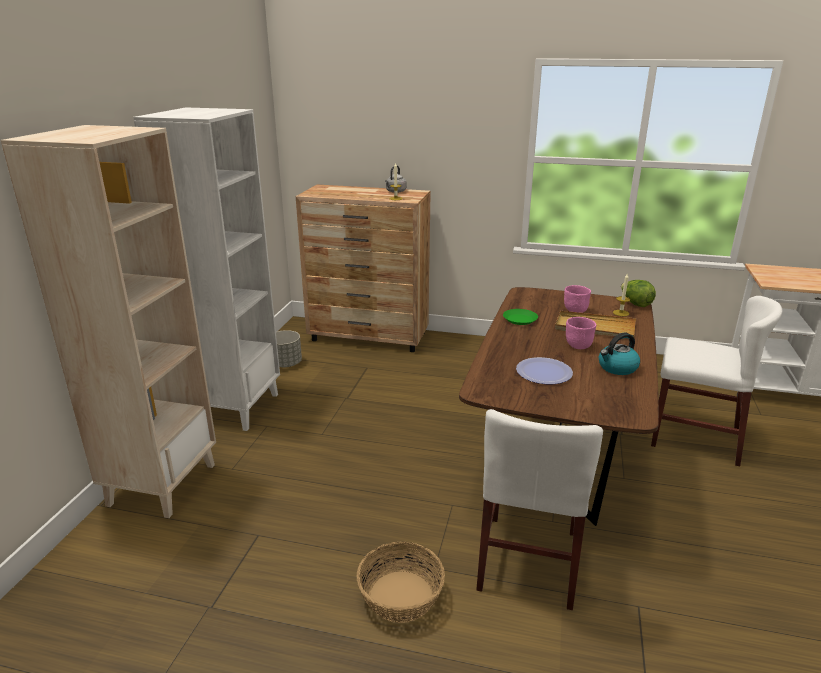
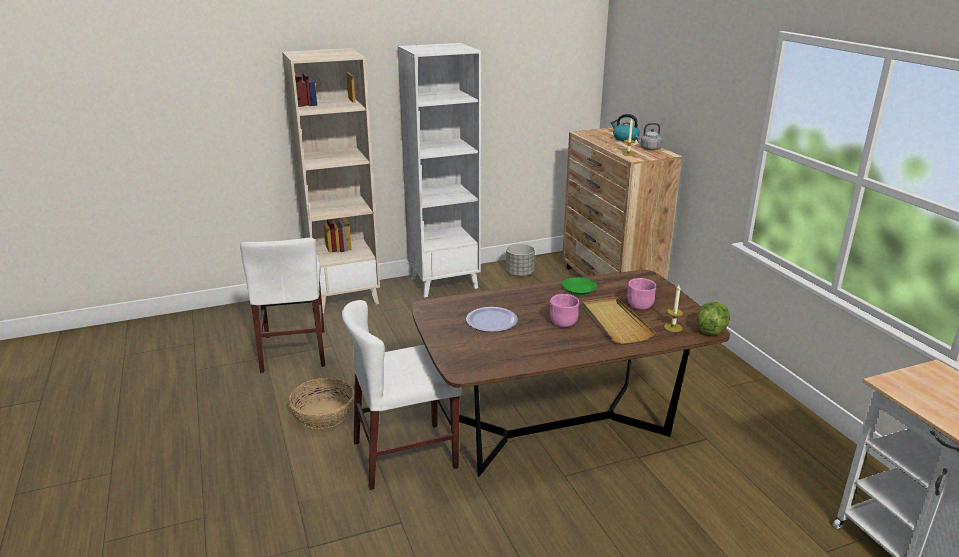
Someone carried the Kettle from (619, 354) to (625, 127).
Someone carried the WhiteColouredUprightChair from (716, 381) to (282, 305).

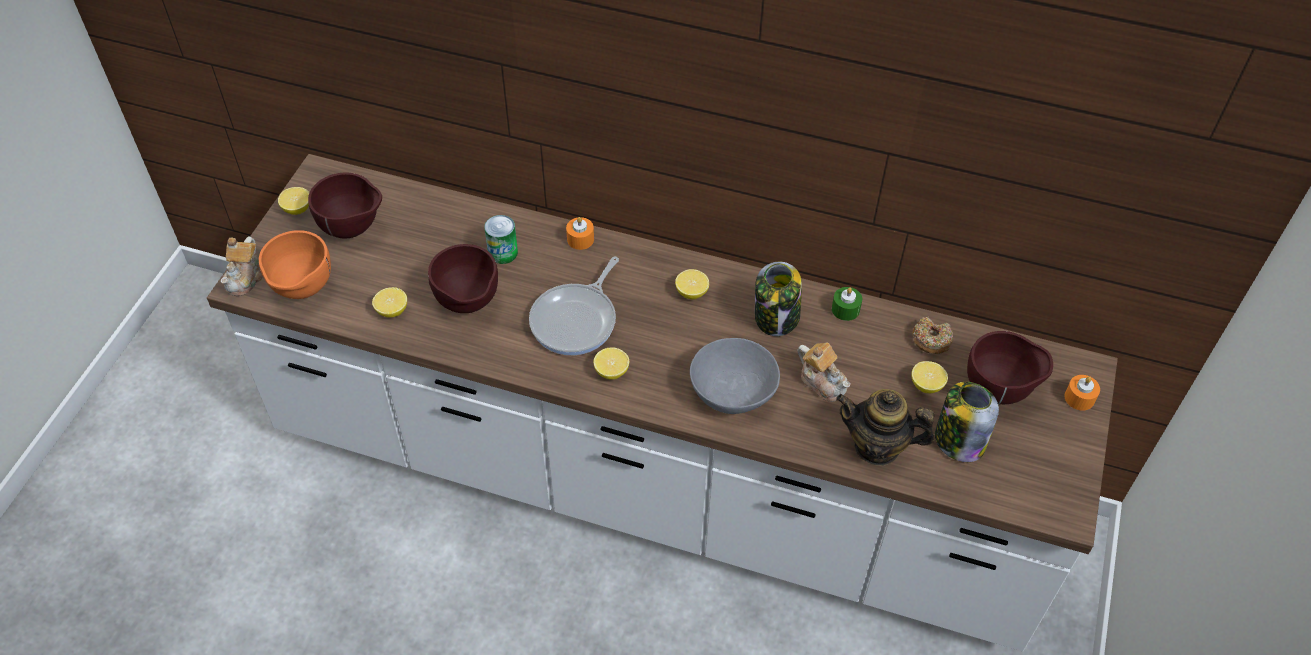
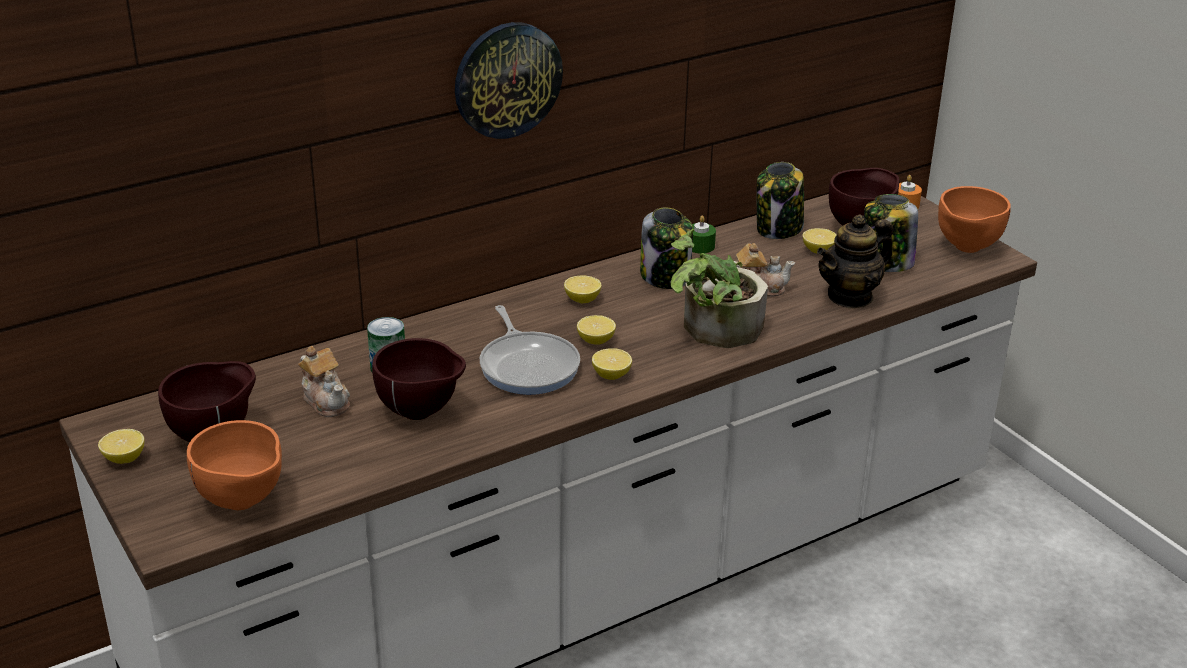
Someone took away the OrangeColouredWaxCandle at (580, 233).
Someone put up the ClockOnTheWall at (509, 80).
Someone put down the OrangeColouredBowl at (974, 219).
Someone carried the TeaPot from (242, 266) to (324, 381).
Someone carried the WholeLemon from (389, 302) to (596, 330).
Someone swapped the GreyishBowl at (735, 376) for the PlantInAPot at (719, 288).
Someone swapped the RingDoughnut at (932, 335) for the PreserveJar at (780, 200).

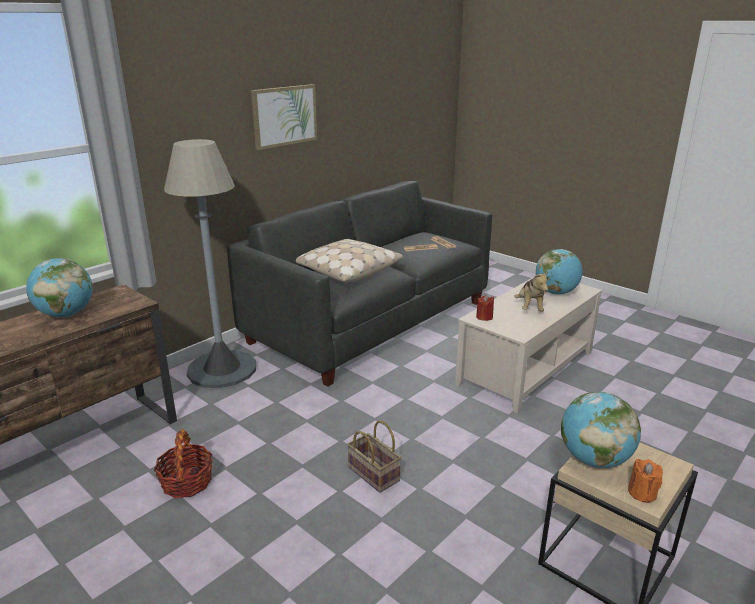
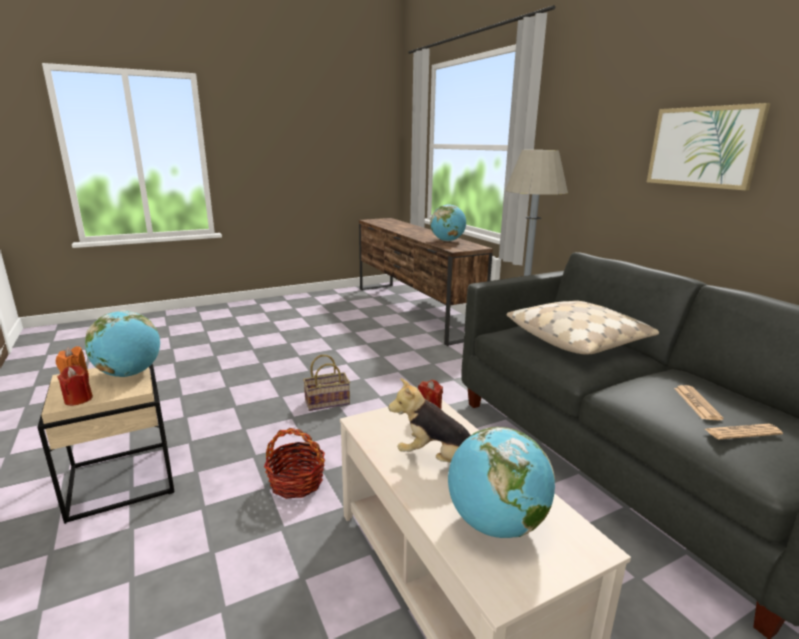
Someone put down the ReddishWaxCandle at (75, 385).
Someone carried the HouseholdBasket from (183, 463) to (294, 463).

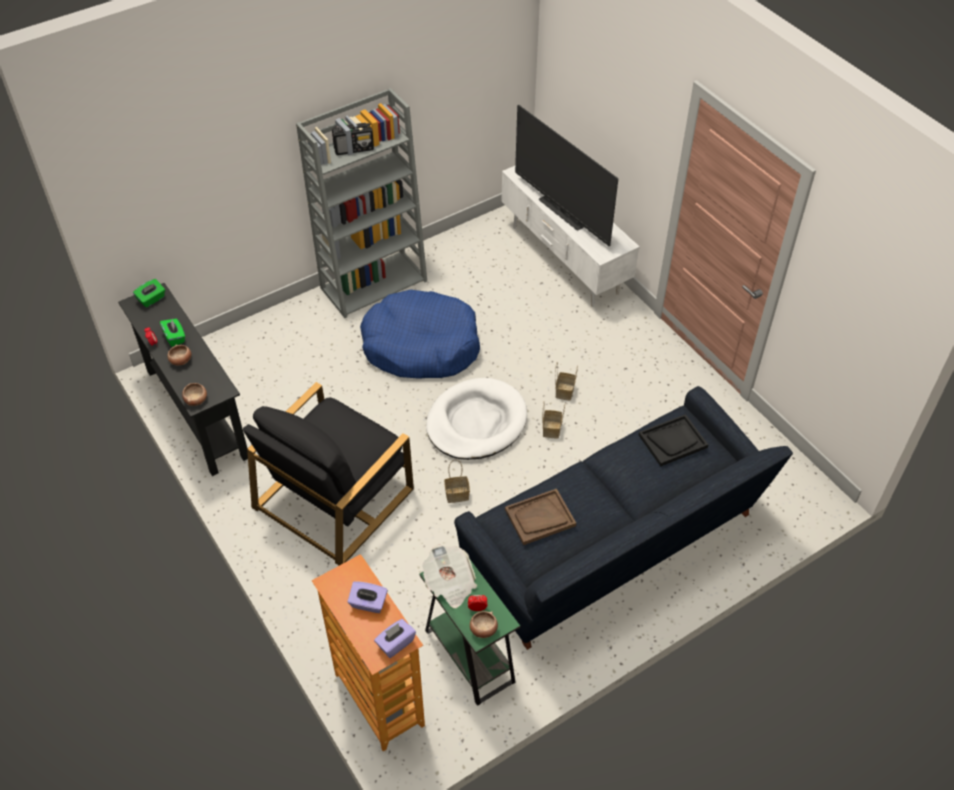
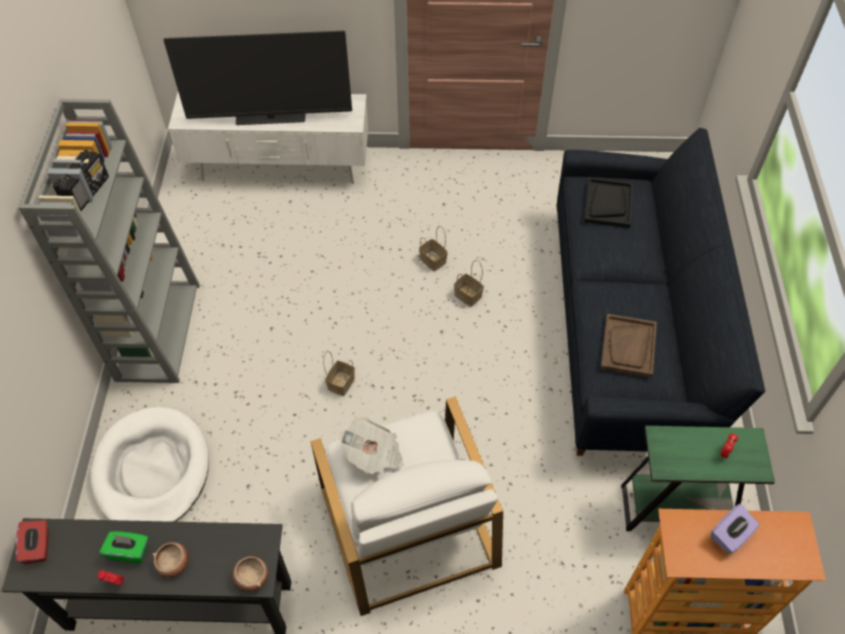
Someone took away the BluishDogBed at (420, 334).
Someone took away the PurplishTissueBox at (395, 638).
Someone took away the Bowl at (484, 624).
Someone carried the PrintedPaper from (449, 576) to (372, 446).
Someone carried the WhiteColouredDogBed from (476, 419) to (149, 464).
Someone carried the HouseholdBasket from (457, 481) to (339, 373).
Someone repainted the GreenTissueBox at (149, 293), which became the ReddishTissueBox at (32, 542).
Someone repainted the BlackishLoungeChair at (328, 473), which became the WhiteColouredLoungeChair at (407, 506).

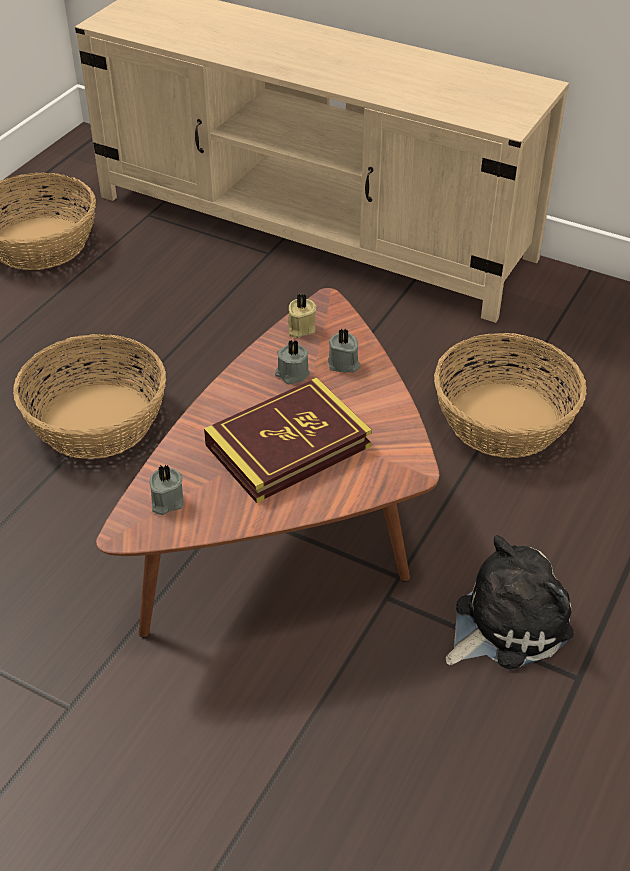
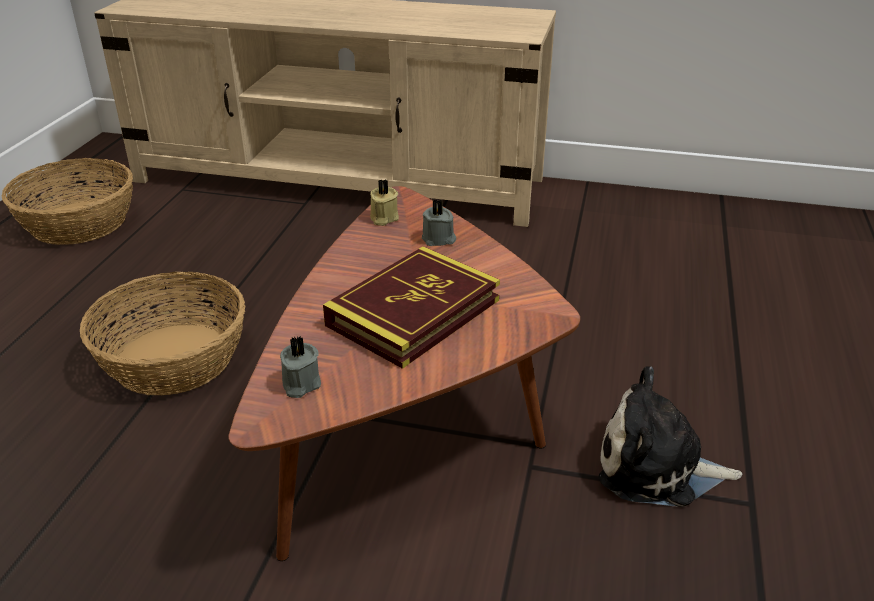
Someone took away the GreyishWaxCandle at (292, 361).
Someone took away the HouseholdBasket at (510, 395).
Someone rotated the CuddlyToy at (510, 602) by 120 degrees counterclockwise.

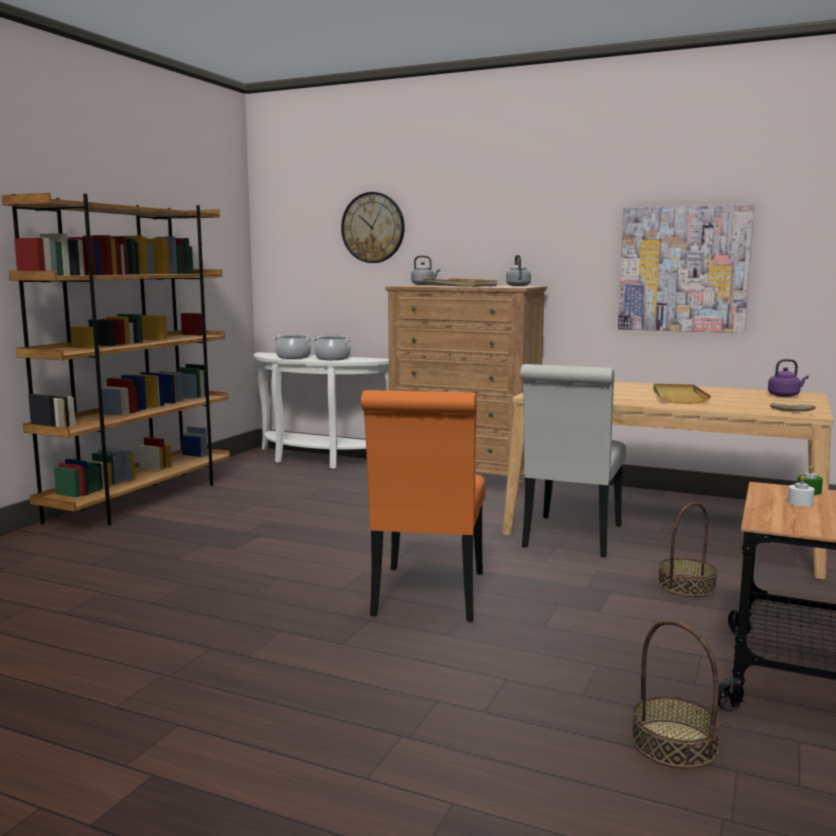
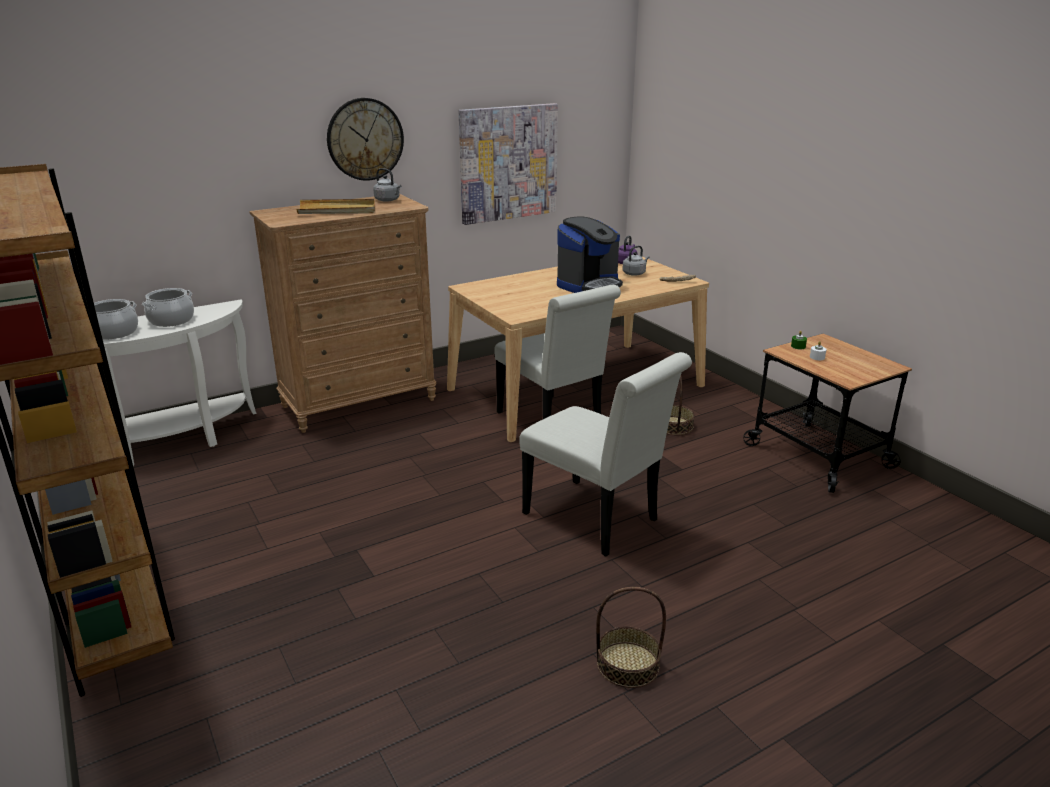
Someone carried the ClockOnTheWall from (373, 227) to (365, 139).
Someone carried the GreyishKettle from (425, 270) to (636, 261).
Someone carried the HouseholdBasket from (675, 694) to (631, 637).
Someone swapped the SandColouredCarryingTray at (682, 394) for the CoffeeBrewer at (590, 255).
Someone repainted the OrangeColouredUprightChair at (423, 506), which became the WhiteColouredUprightChair at (605, 454).

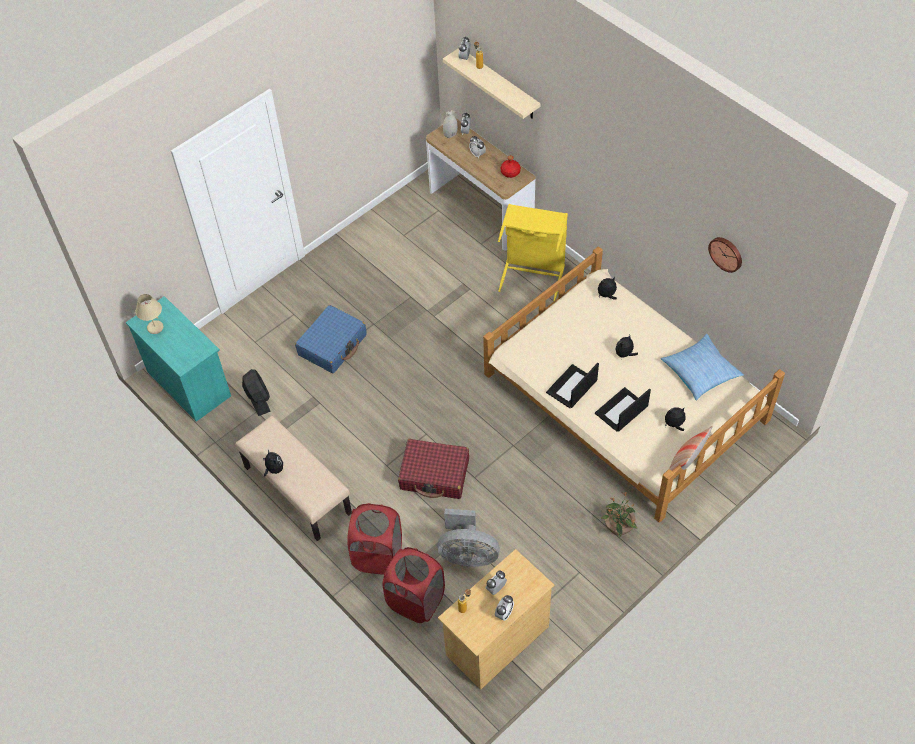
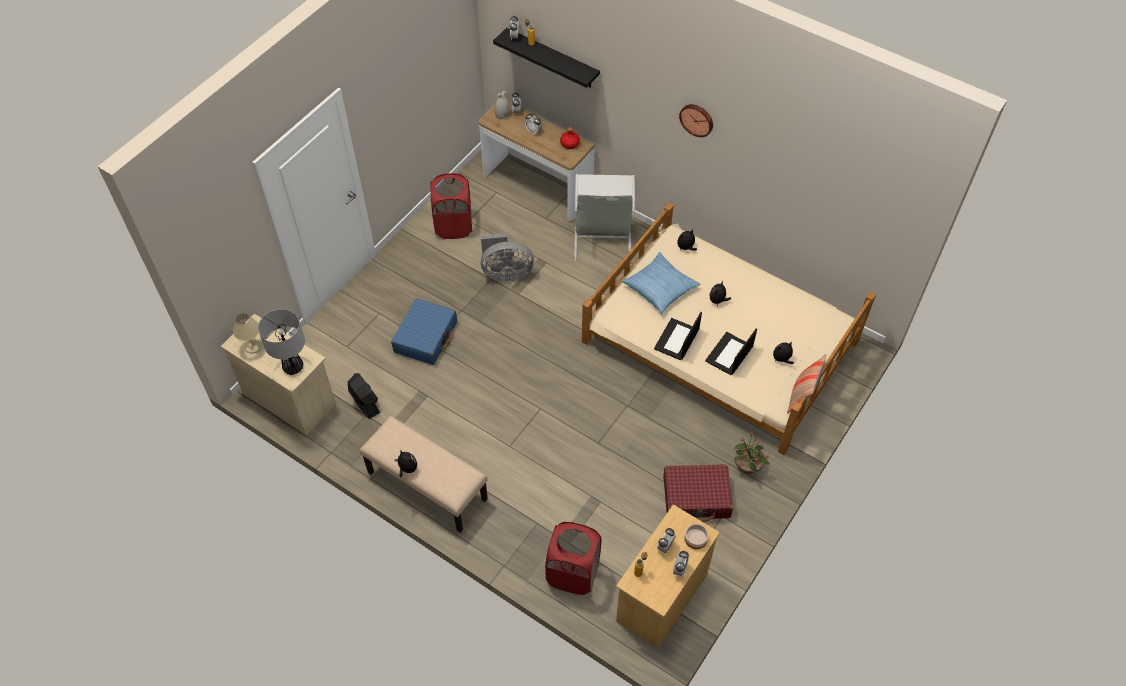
Someone put down the TableLamp at (281, 342).
Someone put down the Bowl at (697, 536).
Someone carried the ReddishLaundryBasket from (375, 539) to (451, 206).
Someone carried the ReddishSuitcase from (433, 469) to (698, 493).
Someone carried the GreyishCoolingFan from (468, 538) to (507, 257).
Someone carried the ThrowPillow from (702, 367) to (661, 283).
Someone carried the ClockOnTheWall from (725, 255) to (696, 120).
Someone repainted the TurquoiseColouredDrawerChest at (178, 359), which became the SandColouredDrawerChest at (278, 374).
Someone repainted the SandColouredBracketShelf at (491, 83), which became the BlackishBracketShelf at (546, 58).
Someone repainted the YellowColouredLaundryBasket at (533, 252), which became the GreyishLaundryBasket at (604, 218).

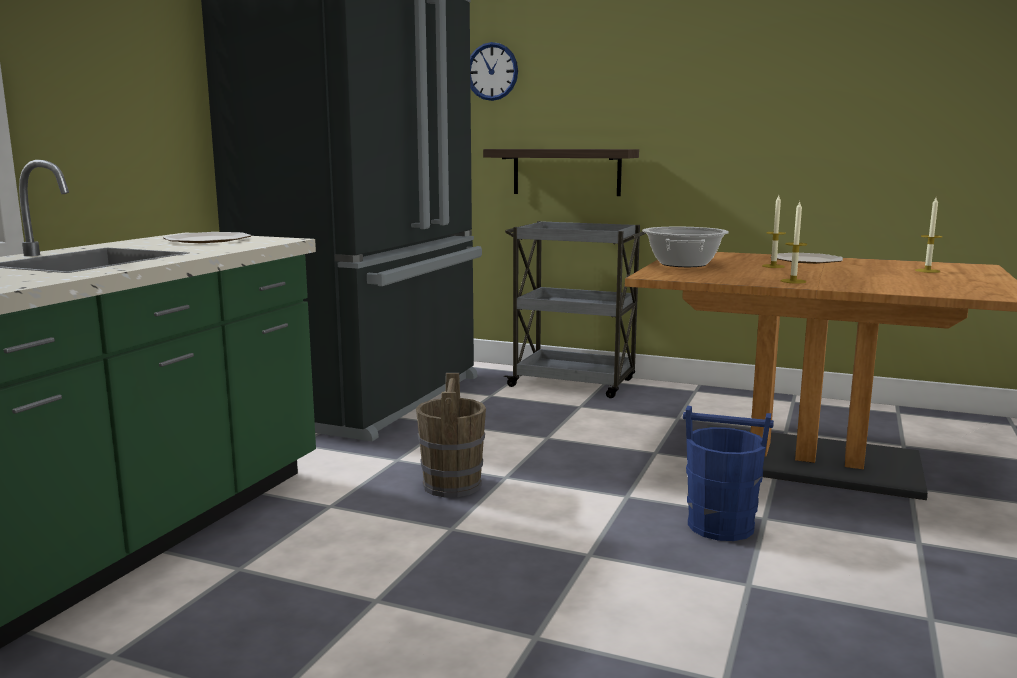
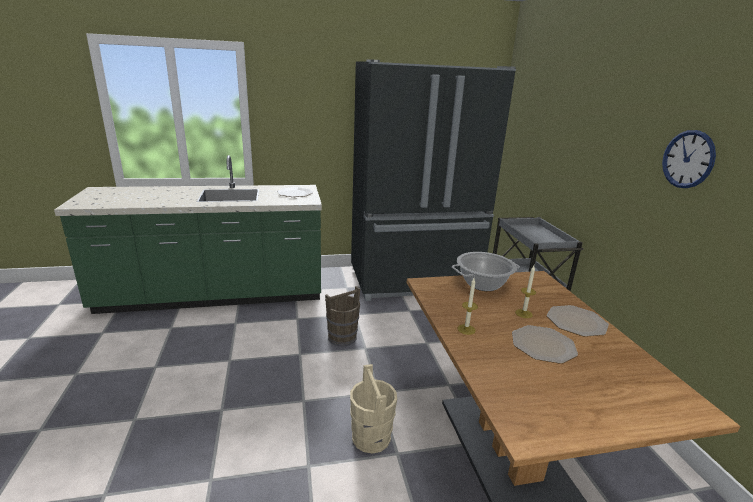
Someone took away the BracketShelf at (561, 172).
Someone took away the WaxCandle at (928, 235).
Someone put down the DinnerPlate at (545, 344).
Someone carried the ClockOnTheWall from (494, 71) to (689, 159).
Someone repainted the BluishPail at (728, 473), which became the SandColouredPail at (373, 409).

